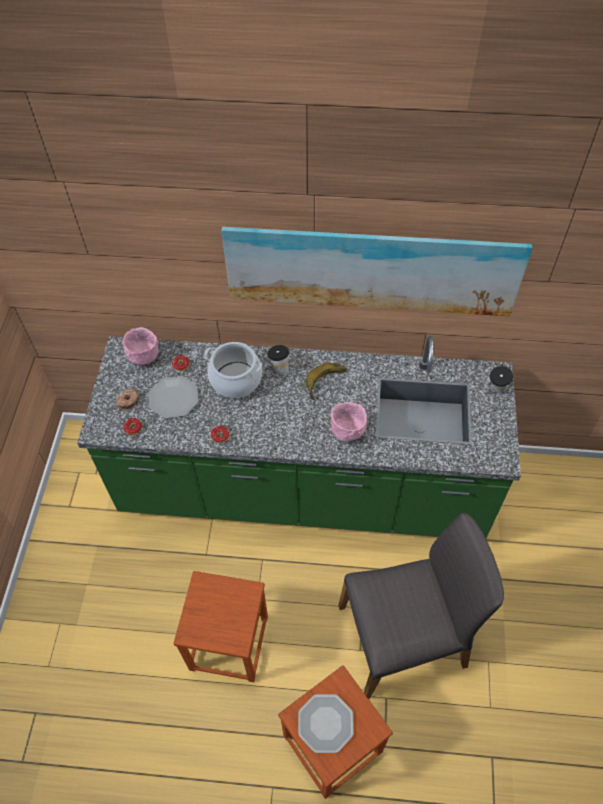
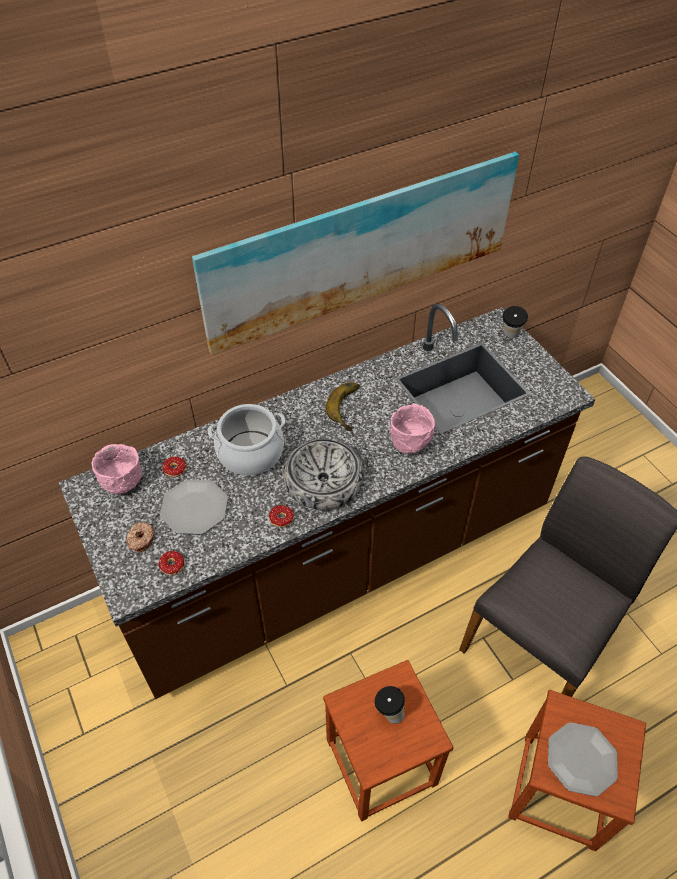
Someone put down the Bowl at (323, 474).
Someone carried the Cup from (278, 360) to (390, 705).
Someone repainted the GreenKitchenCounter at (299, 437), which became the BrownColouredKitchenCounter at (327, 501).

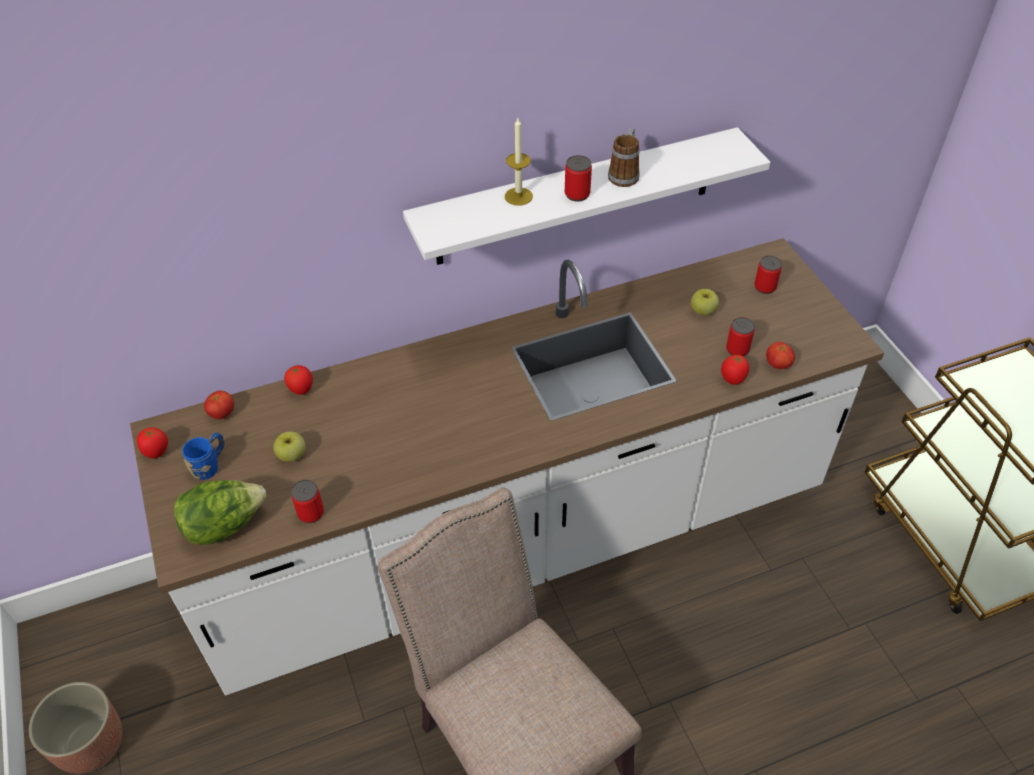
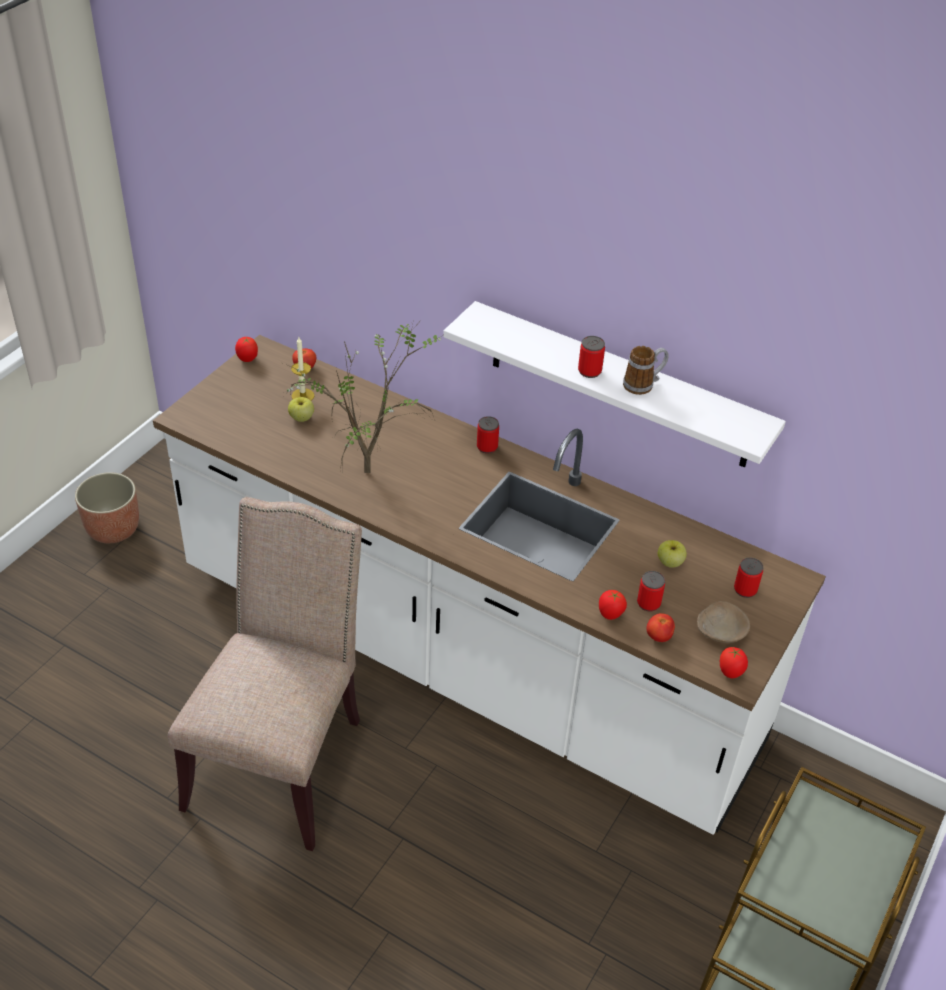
Someone took away the LettuceHead at (220, 512).
Someone took away the BluishMug at (203, 456).
Someone put down the PlantInAPot at (363, 398).
Someone put down the SandColouredBowl at (723, 622).
Someone carried the WholeTomato from (298, 380) to (734, 662).
Someone carried the MetalCan from (307, 501) to (488, 435).
Someone carried the WaxCandle from (519, 162) to (302, 369).

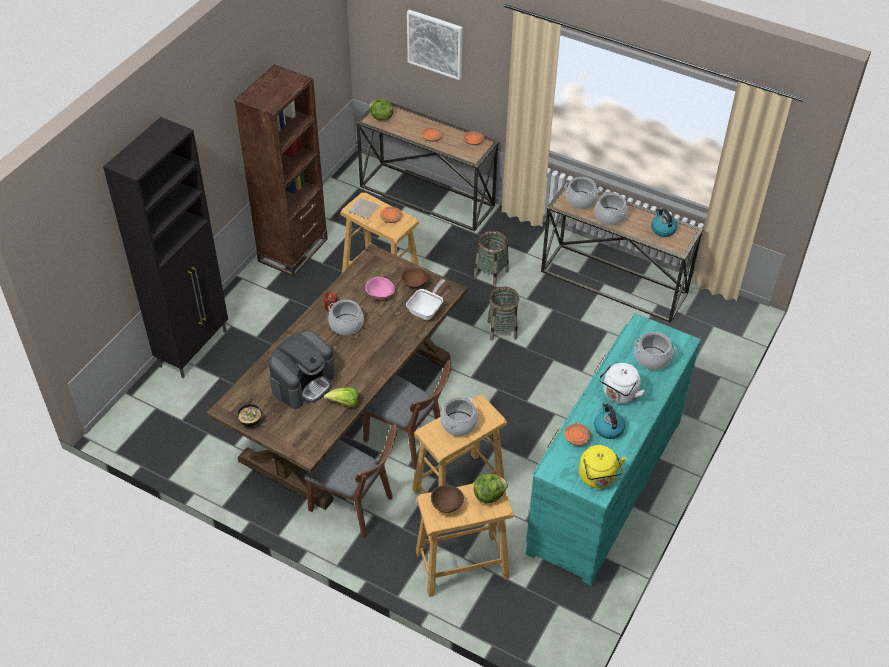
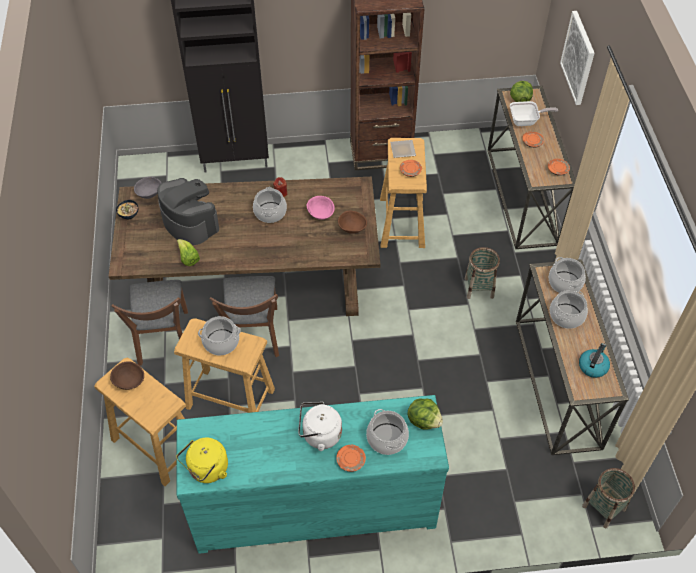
Someone took away the Kettle at (609, 421).
Someone put down the GreyishBowl at (147, 188).
Someone carried the Skillet from (426, 299) to (534, 113).
Someone carried the LettuceHead from (491, 488) to (425, 414).
Someone carried the HouseholdBasket from (503, 313) to (608, 498).
Someone carried the OrangeColouredDinnerPlate from (577, 434) to (351, 458).
Someone rotated the CoffeeBrewer at (302, 369) by 135 degrees counterclockwise.

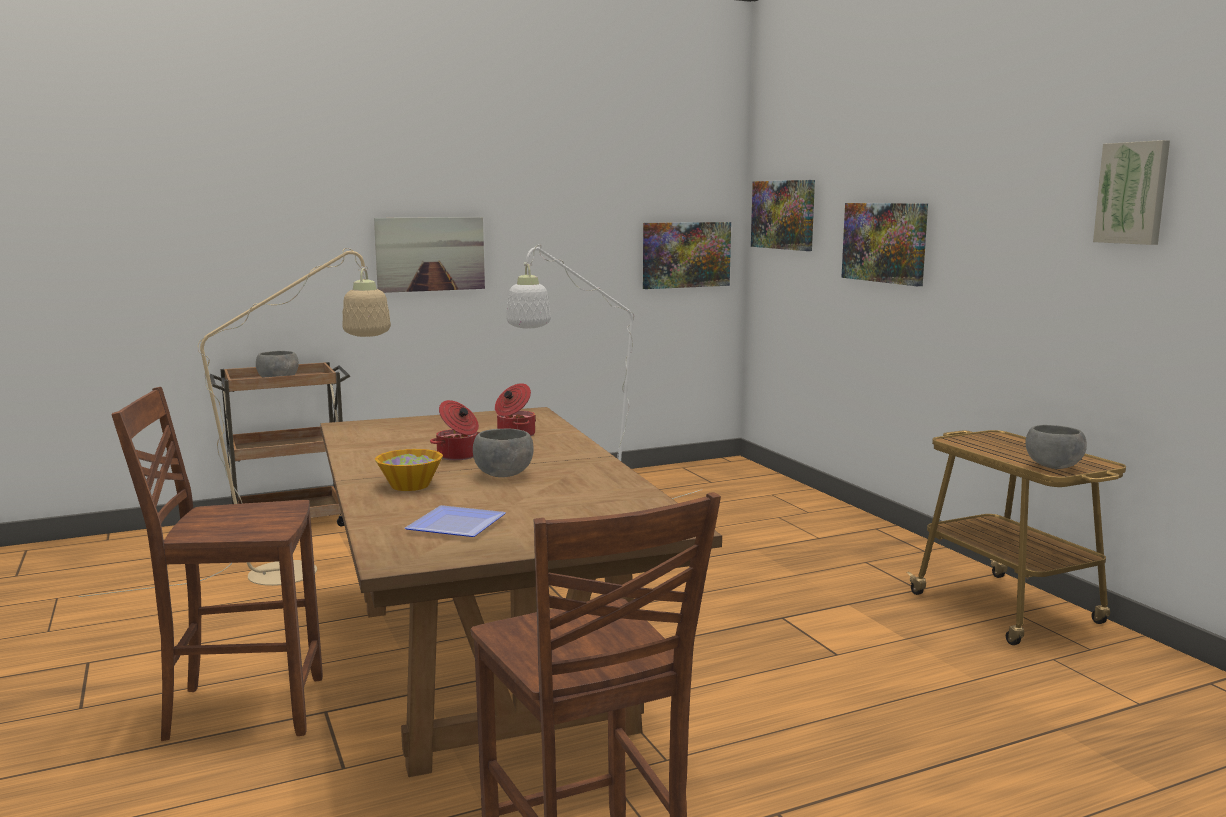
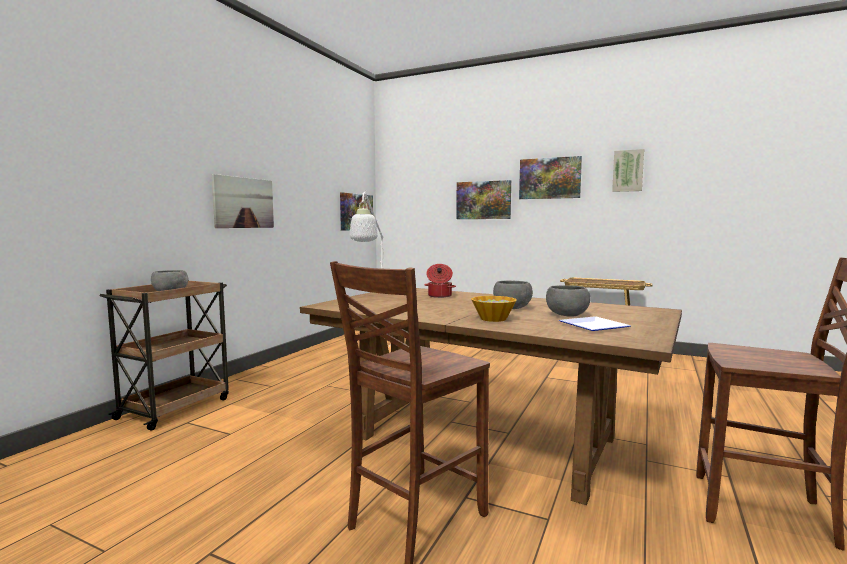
Someone took away the SandColouredStandingLamp at (234, 422).
Someone took away the CookingPot at (455, 430).
Someone carried the WallPicture from (783, 215) to (550, 177).
Someone carried the GreyishBowl from (1056, 447) to (568, 301).

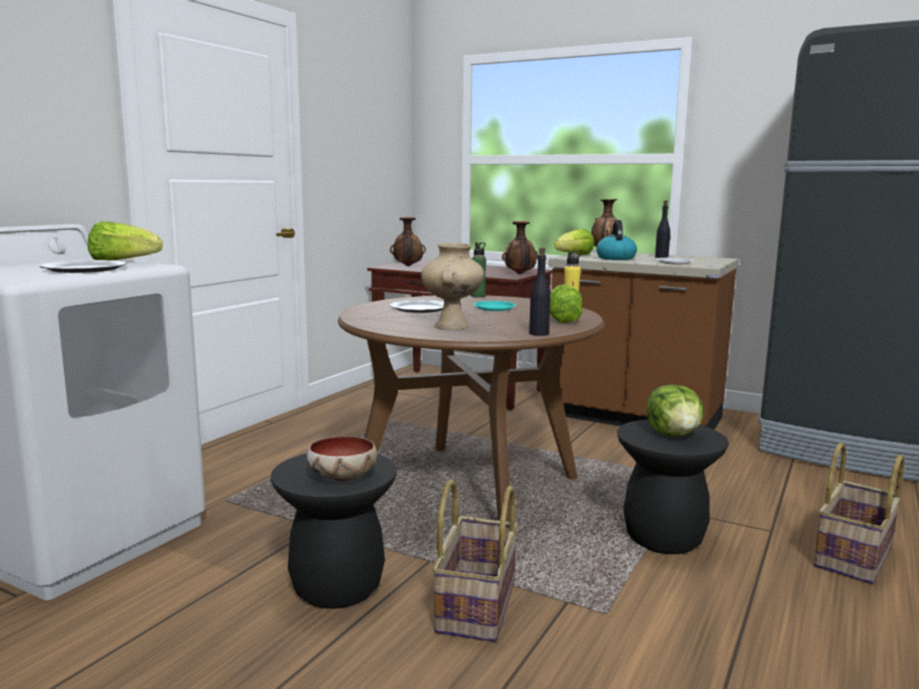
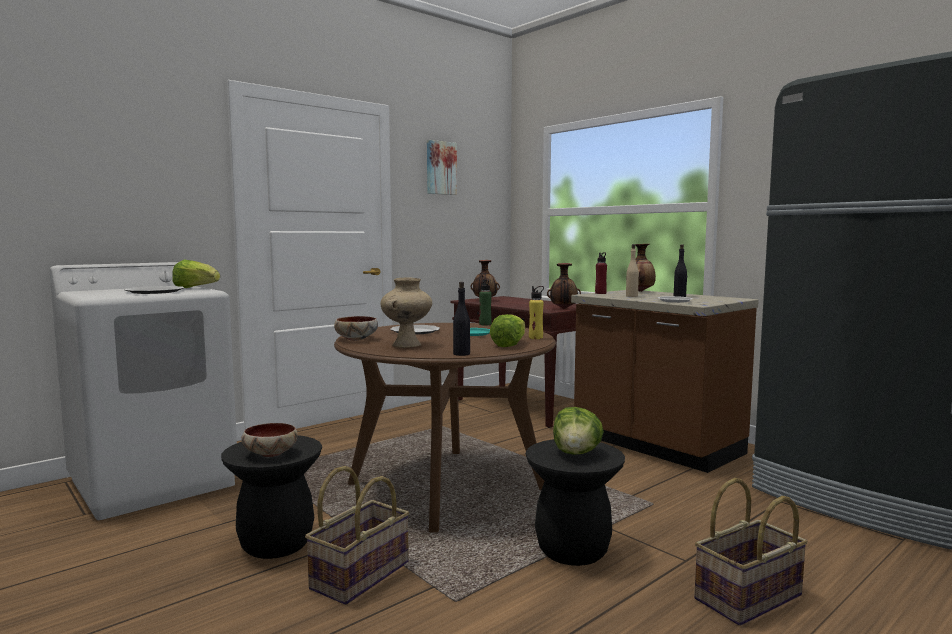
Someone put down the Bowl at (356, 328).
Someone put up the WallPicture at (442, 167).
Someone swapped the LettuceHead at (574, 241) for the ReddishBeverageBottle at (601, 273).
Someone swapped the Kettle at (616, 240) for the SandColouredBeverageBottle at (632, 270).

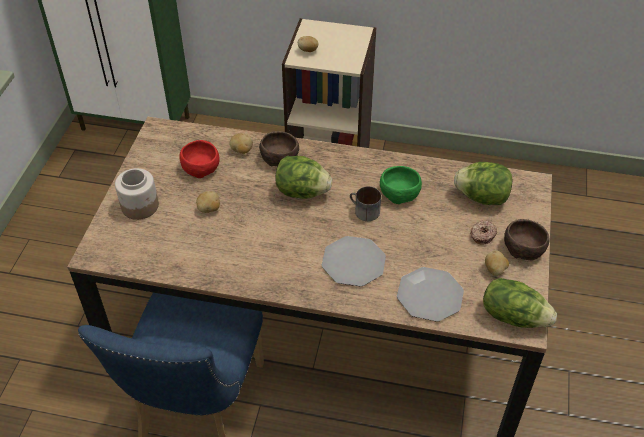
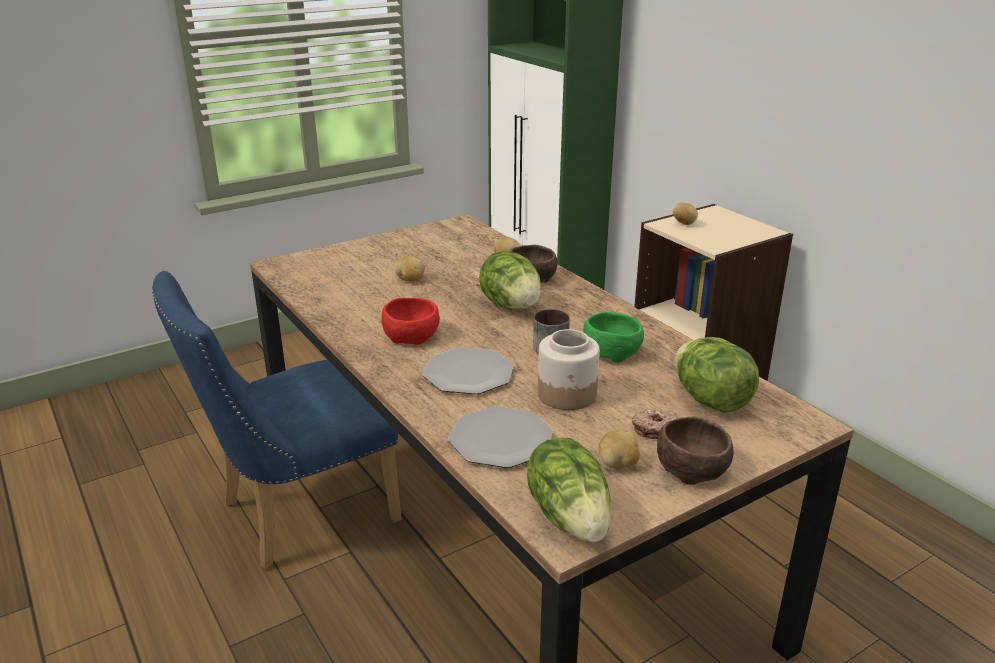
Someone carried the PreserveJar from (137, 194) to (569, 369).
Someone carried the ReddishBowl from (199, 159) to (410, 321).

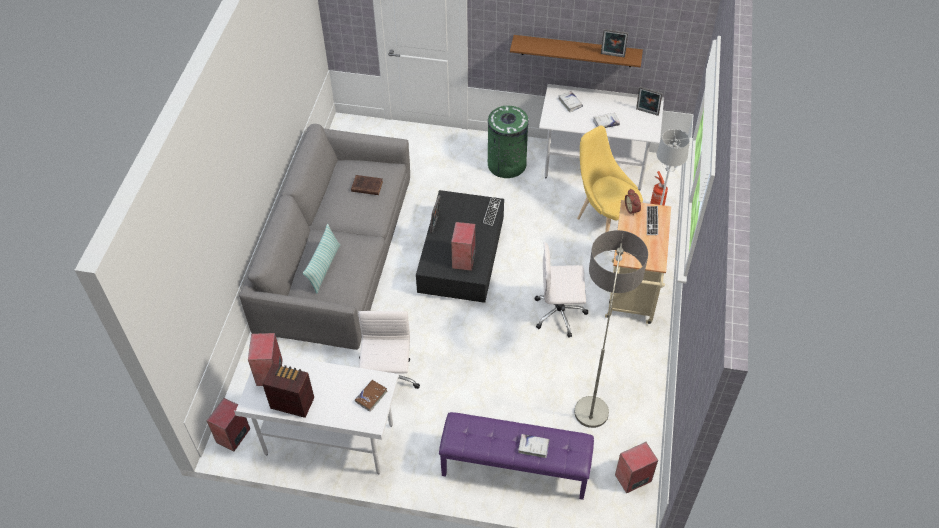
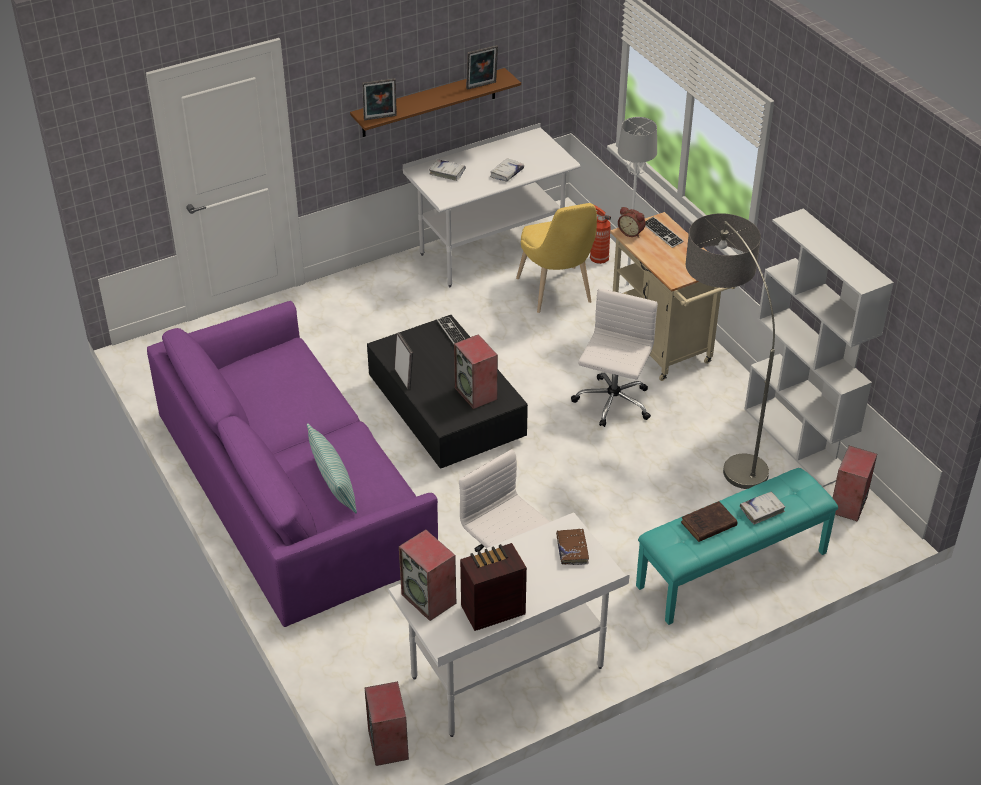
Someone took away the GreenTrashCan at (508, 142).
Someone put down the WhiteColouredBookshelf at (819, 347).
Someone carried the BrownColouredVolume from (367, 185) to (709, 521).
Someone carried the StandingFrame from (649, 101) to (379, 99).
Someone repainted the GreyishSofa at (324, 237), which became the PurplishSofa at (292, 464).
Someone repainted the PurplishIndoorBench at (516, 456), which became the TurquoiseColouredIndoorBench at (737, 546).
Someone rotated the WhiteColouredComputerChair at (561, 290) by 150 degrees clockwise.
Someone rotated the YellowColouredUprightChair at (610, 179) by 120 degrees counterclockwise.

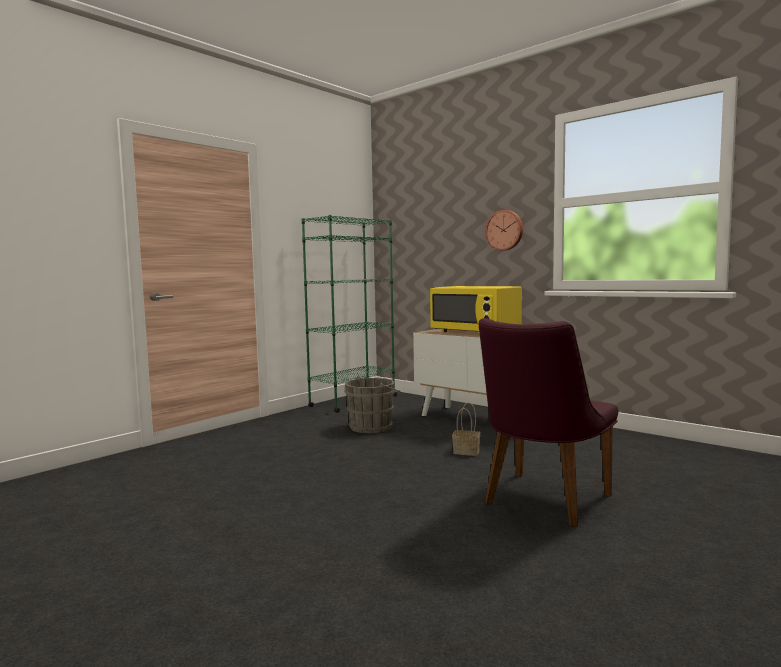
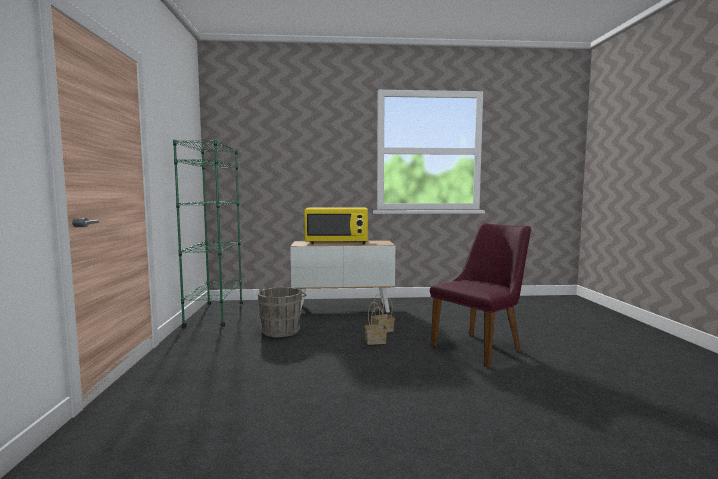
Someone took away the ClockOnTheWall at (504, 230).
Someone put down the HouseholdBasket at (376, 323).
Someone rotated the PurplishUprightChair at (548, 422) by 120 degrees counterclockwise.

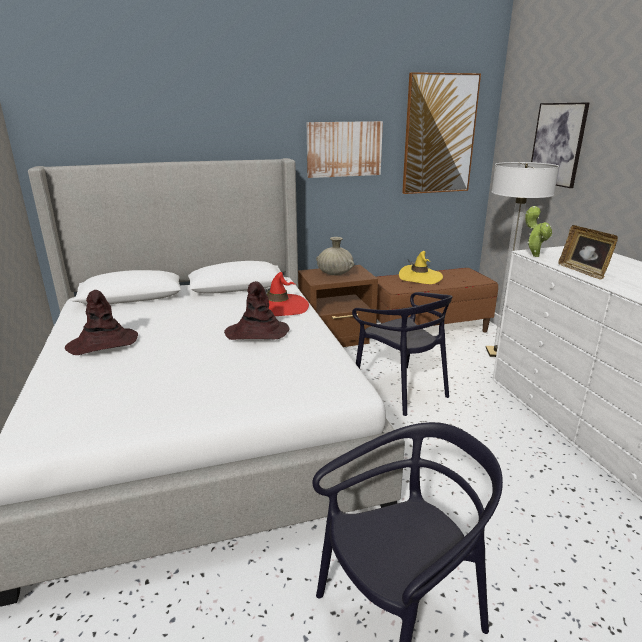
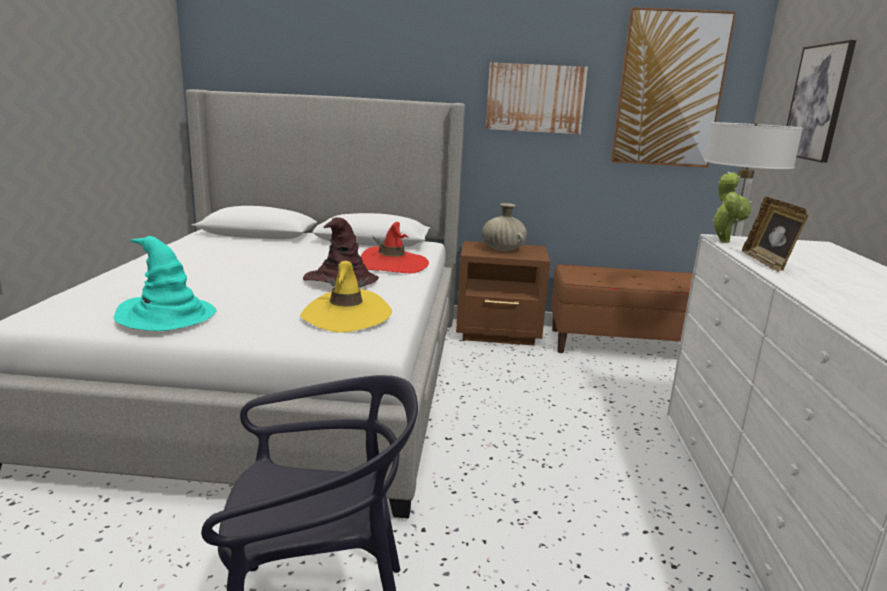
Someone took away the BrownColouredWearableHat at (101, 322).
Someone took away the BlackishUprightChair at (402, 354).
Someone put down the TurquoiseColouredWearableHat at (165, 283).
Someone carried the YellowColouredWearableHat from (421, 267) to (346, 297).

